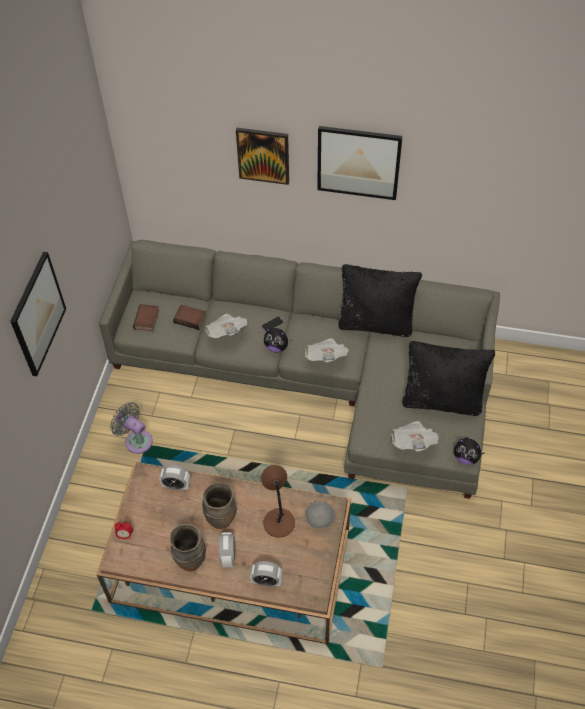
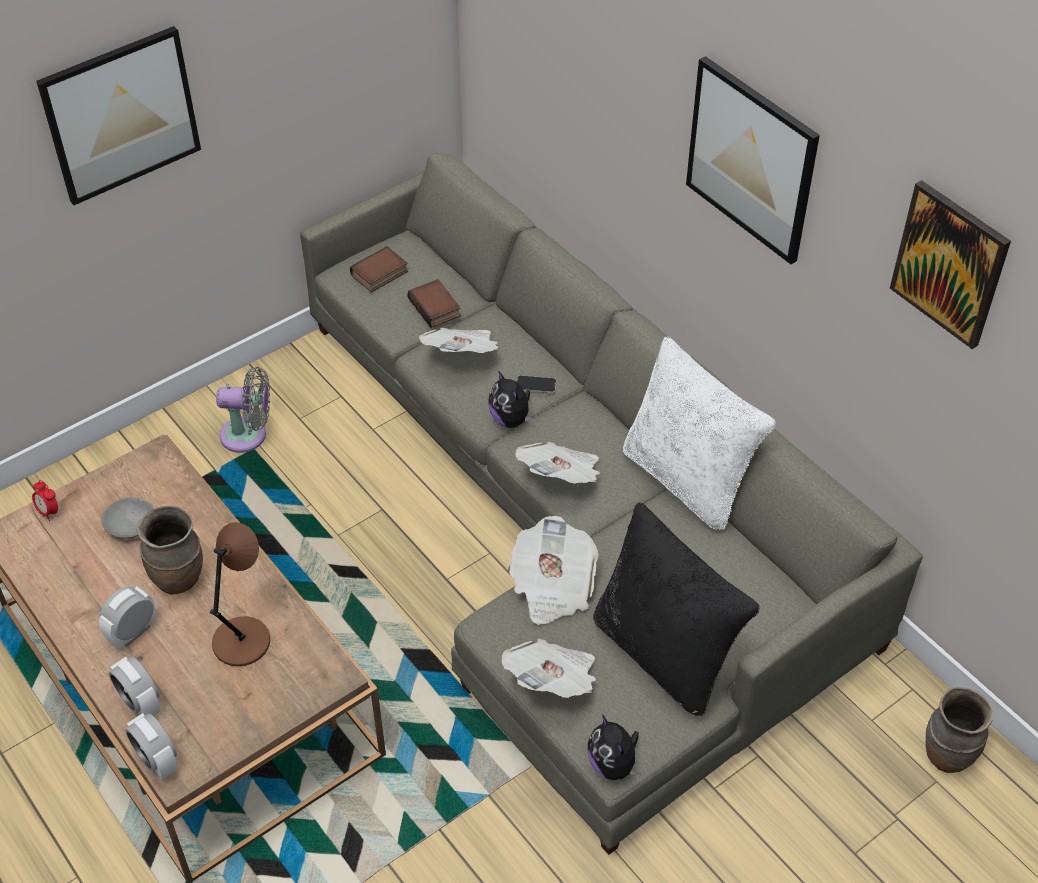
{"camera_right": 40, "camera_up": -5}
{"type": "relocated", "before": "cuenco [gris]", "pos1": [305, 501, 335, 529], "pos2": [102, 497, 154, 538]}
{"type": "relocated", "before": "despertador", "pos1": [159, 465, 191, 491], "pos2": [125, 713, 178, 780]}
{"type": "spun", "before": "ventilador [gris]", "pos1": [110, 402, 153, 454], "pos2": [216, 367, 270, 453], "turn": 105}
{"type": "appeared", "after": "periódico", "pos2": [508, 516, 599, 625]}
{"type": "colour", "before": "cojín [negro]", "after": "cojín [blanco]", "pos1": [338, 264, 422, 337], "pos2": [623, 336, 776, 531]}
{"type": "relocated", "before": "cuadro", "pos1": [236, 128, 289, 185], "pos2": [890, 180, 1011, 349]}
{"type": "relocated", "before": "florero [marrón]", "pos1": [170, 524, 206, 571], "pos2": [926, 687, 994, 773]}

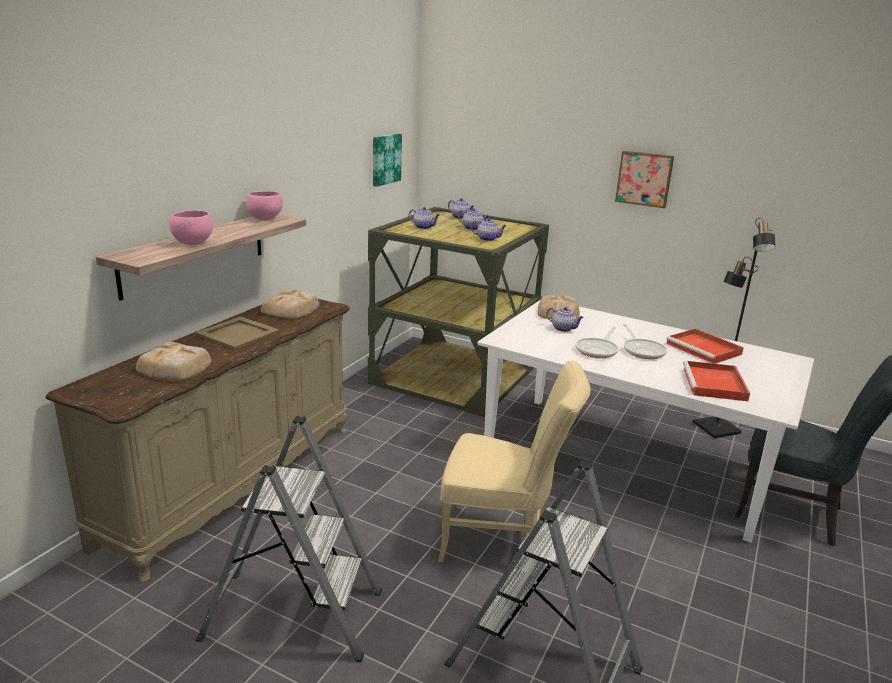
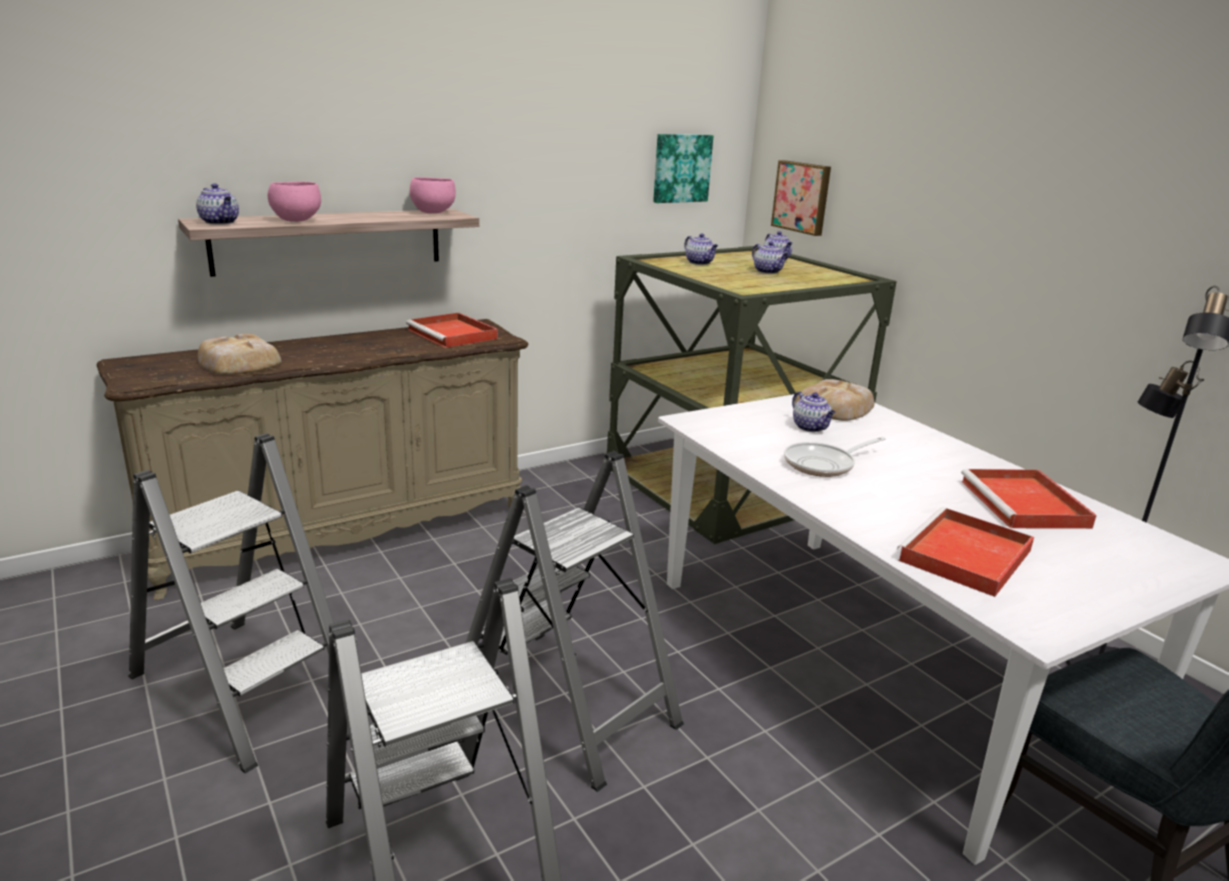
{"camera_right": 30, "camera_up": 0}
{"type": "relocated", "before": "tetera", "pos1": [471, 218, 507, 241], "pos2": [196, 183, 239, 225]}
{"type": "exchanged", "before": "pan", "after": "bandeja [rojo]", "pos1": [261, 290, 319, 319], "pos2": [406, 313, 498, 348]}
{"type": "exchanged", "before": "silla [beis]", "after": "escalera de tijera [gris]", "pos1": [438, 360, 591, 563], "pos2": [466, 451, 684, 792]}
{"type": "relocated", "before": "cuadro", "pos1": [615, 151, 674, 208], "pos2": [771, 160, 831, 236]}
{"type": "missing", "before": "bandeja [beis]", "pos1": [195, 316, 280, 350]}
{"type": "missing", "before": "sartén", "pos1": [623, 324, 667, 359]}

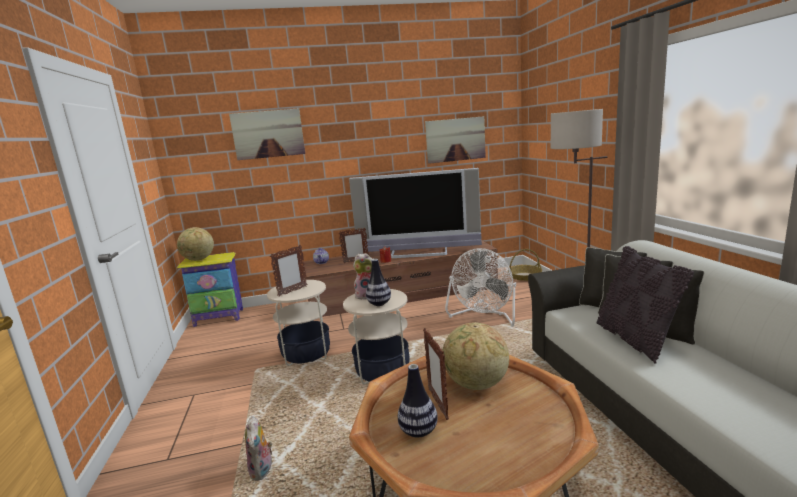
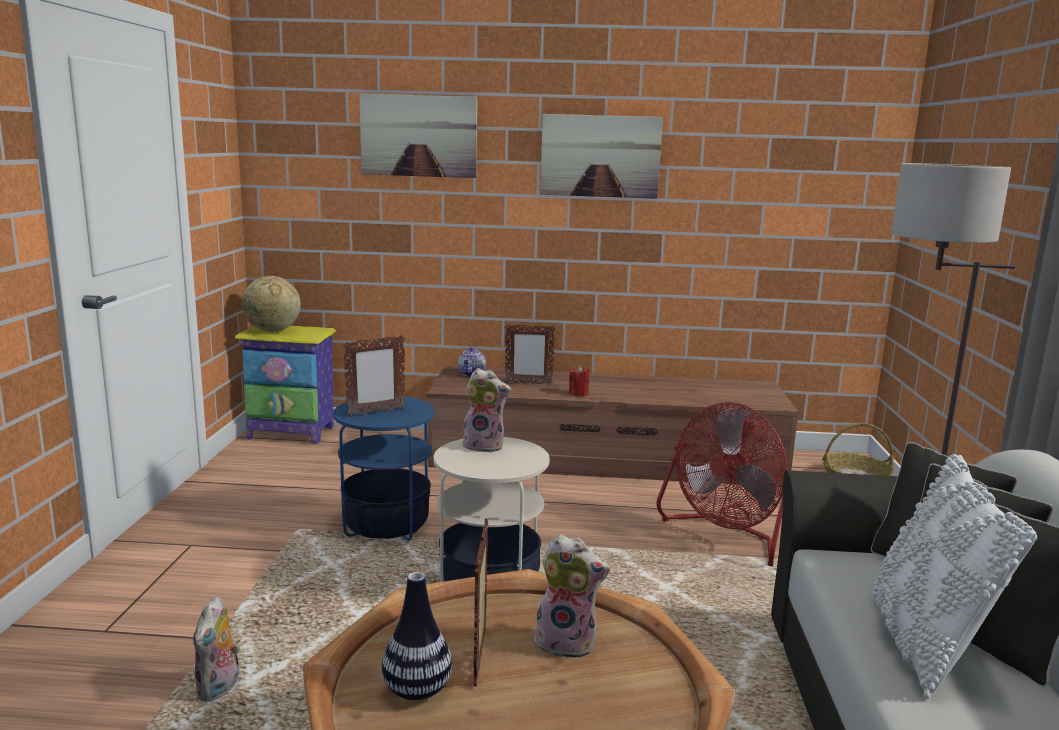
{"camera_right": 15, "camera_up": 0}
{"type": "colour", "before": "mesa auxiliar [beis]", "after": "mesa auxiliar [azul]", "pos1": [267, 280, 330, 366], "pos2": [333, 396, 435, 541]}
{"type": "exchanged", "before": "globo terráqueo", "after": "peluche", "pos1": [443, 322, 509, 390], "pos2": [534, 534, 610, 659]}
{"type": "relocated", "before": "cuadro", "pos1": [425, 116, 486, 164], "pos2": [540, 114, 663, 199]}
{"type": "colour", "before": "ventilador [blanco]", "after": "ventilador [rojo]", "pos1": [445, 248, 516, 327], "pos2": [657, 402, 787, 567]}
{"type": "colour", "before": "cojín [negro]", "after": "cojín [blanco]", "pos1": [597, 246, 694, 364], "pos2": [872, 454, 1037, 699]}
{"type": "missing", "before": "televisor", "pos1": [349, 168, 482, 258]}
{"type": "missing", "before": "florero", "pos1": [366, 259, 391, 306]}

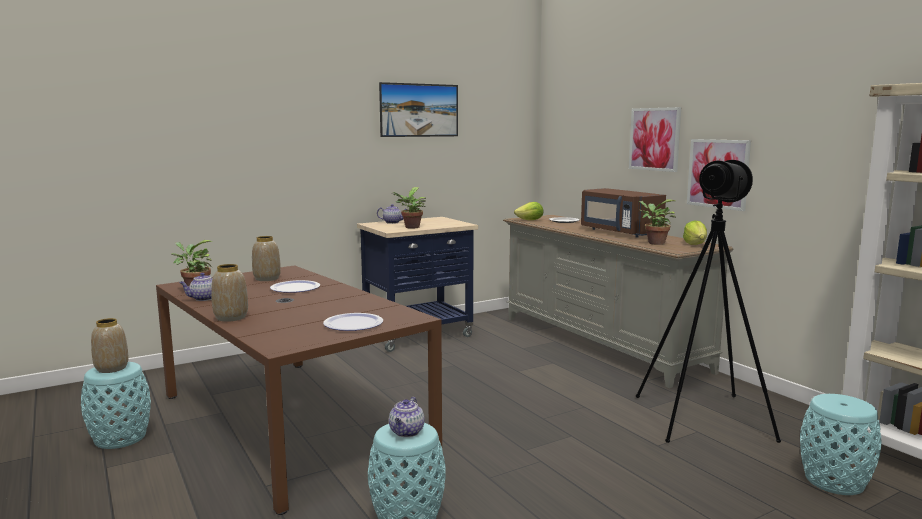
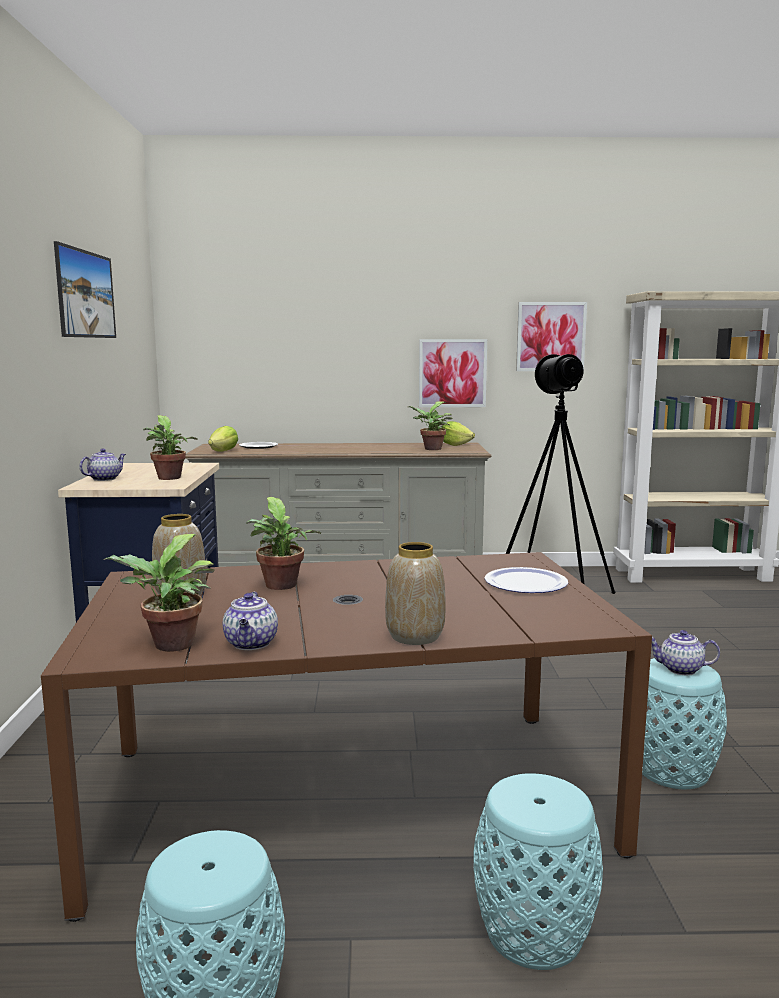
{"camera_right": -60, "camera_up": 0}
{"type": "exchanged", "before": "plato", "after": "planta en maceta", "pos1": [270, 280, 320, 293], "pos2": [246, 497, 321, 590]}
{"type": "relocated", "before": "taburete [turquesa]", "pos1": [800, 394, 881, 495], "pos2": [473, 773, 603, 970]}
{"type": "relocated", "before": "cuadro", "pos1": [629, 107, 681, 172], "pos2": [516, 302, 587, 371]}
{"type": "spun", "before": "tetera", "pos1": [389, 397, 425, 437], "pos2": [652, 630, 720, 675], "turn": 150}
{"type": "missing", "before": "florero", "pos1": [91, 318, 128, 373]}
{"type": "missing", "before": "microondas [marrón]", "pos1": [581, 188, 666, 238]}

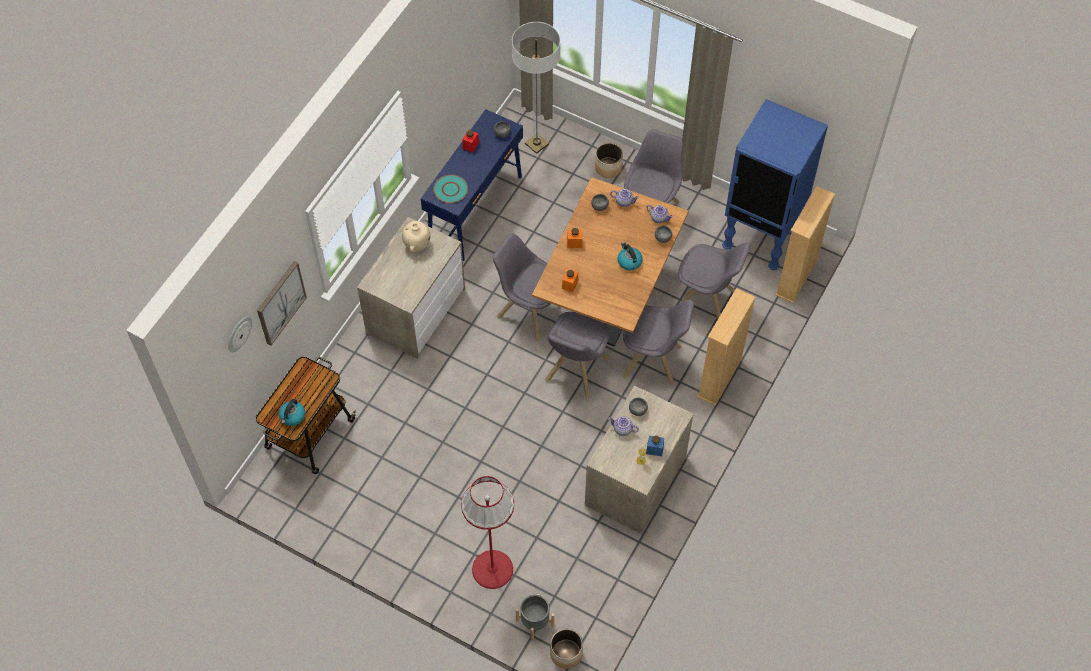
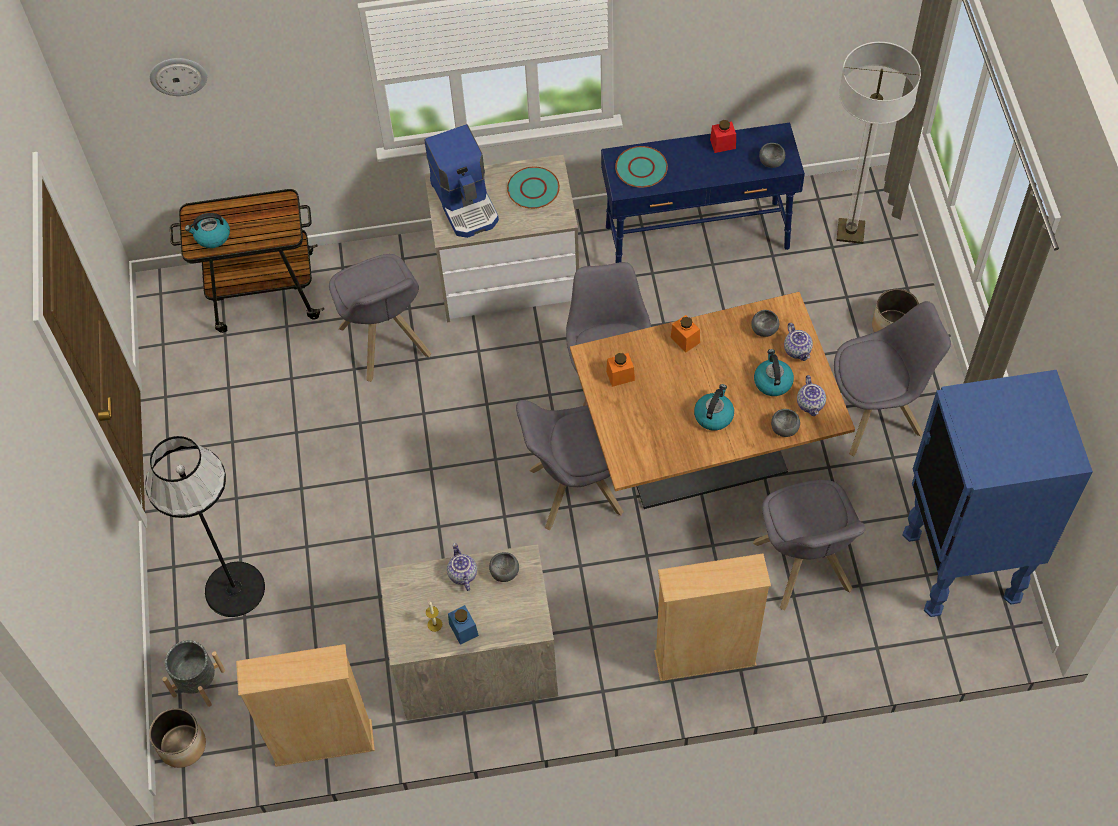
{"camera_right": 55, "camera_up": 0}
{"type": "colour", "before": "lámpara de pie [rojo]", "after": "lámpara de pie [negro]", "pos1": [461, 476, 514, 589], "pos2": [145, 436, 265, 617]}
{"type": "relocated", "before": "estantería [beis]", "pos1": [775, 186, 835, 303], "pos2": [236, 644, 375, 767]}
{"type": "relocated", "before": "silla [gris]", "pos1": [623, 300, 694, 386], "pos2": [329, 254, 432, 382]}
{"type": "appeared", "after": "cafetera", "pos2": [424, 125, 499, 238]}
{"type": "exchanged", "before": "florero [beis]", "after": "plato [turquesa]", "pos1": [402, 221, 430, 252], "pos2": [507, 167, 560, 209]}
{"type": "appeared", "after": "hervidor", "pos2": [754, 349, 794, 396]}
{"type": "missing", "before": "cuadro", "pos1": [257, 261, 307, 346]}

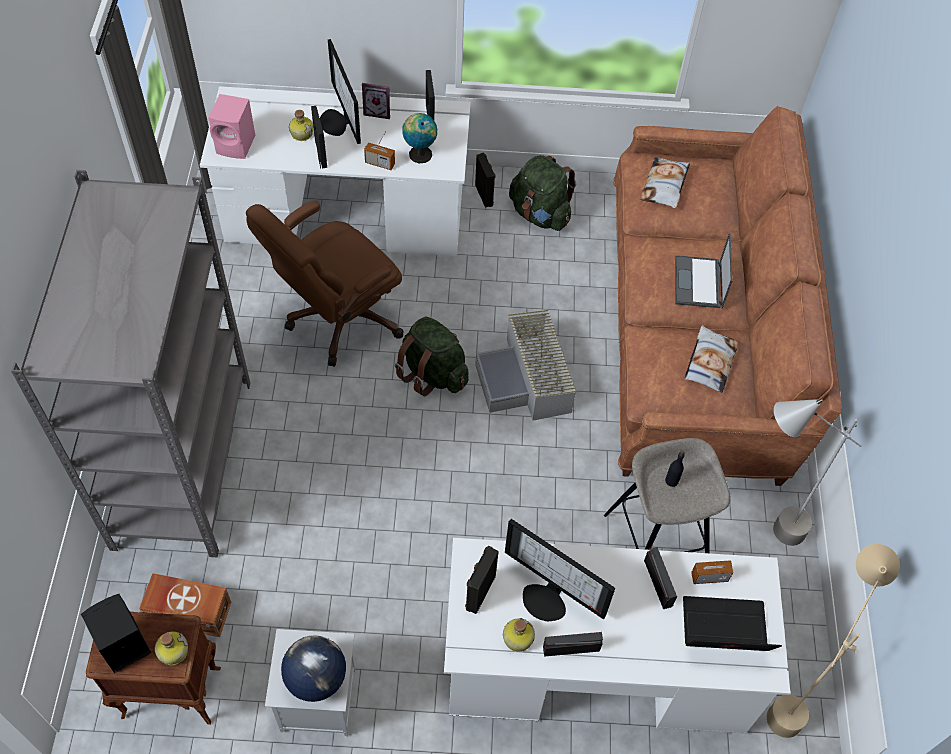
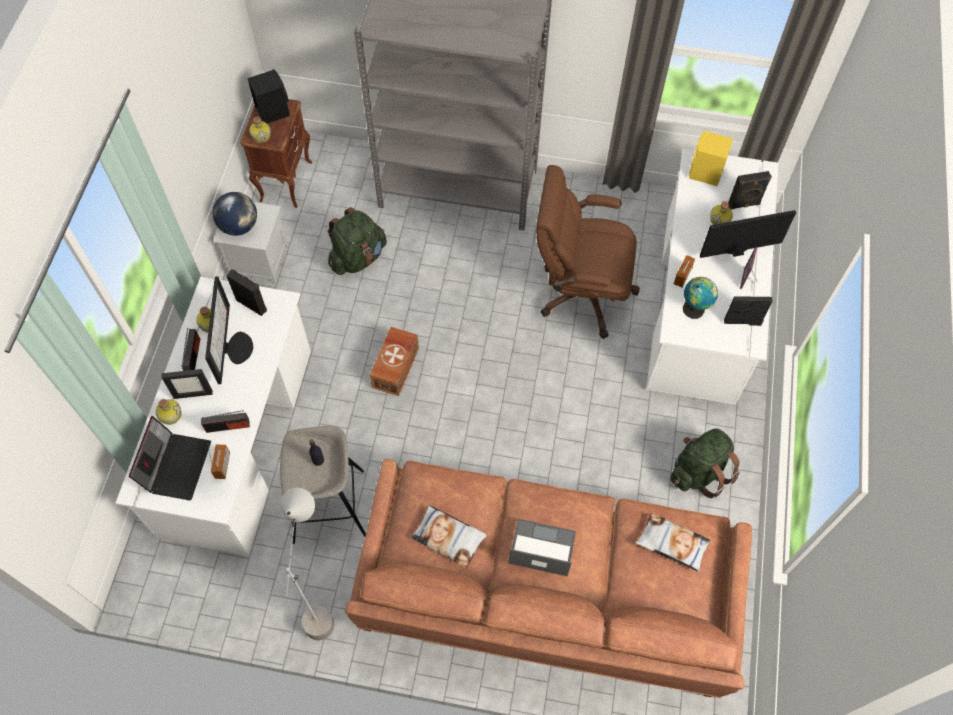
{"camera_right": 100, "camera_up": 5}
{"type": "appeared", "after": "botella", "pos2": [156, 399, 182, 425]}
{"type": "relocated", "before": "portarretratos", "pos1": [311, 106, 327, 169], "pos2": [162, 369, 213, 399]}
{"type": "spun", "before": "monitor", "pos1": [505, 519, 615, 621], "pos2": [205, 276, 253, 384], "turn": 135}
{"type": "relocated", "before": "mochila [verde]", "pos1": [395, 317, 469, 396], "pos2": [328, 207, 387, 275]}
{"type": "relocated", "before": "caja de almacenaje [marrón]", "pos1": [139, 573, 231, 637], "pos2": [370, 327, 419, 396]}
{"type": "spun", "before": "silla de oficina [marrón]", "pos1": [246, 201, 403, 367], "pos2": [536, 165, 640, 339], "turn": -45}
{"type": "colour", "before": "altavoz [rosa]", "after": "altavoz [amarillo]", "pos1": [208, 94, 255, 159], "pos2": [689, 131, 733, 186]}
{"type": "relocated", "before": "altavoz [negro]", "pos1": [475, 153, 496, 208], "pos2": [728, 171, 772, 209]}
{"type": "missing", "before": "caja de almacenaje [gris]", "pos1": [475, 310, 576, 421]}
{"type": "missing", "before": "lámpara de pie [beis]", "pos1": [767, 544, 900, 738]}

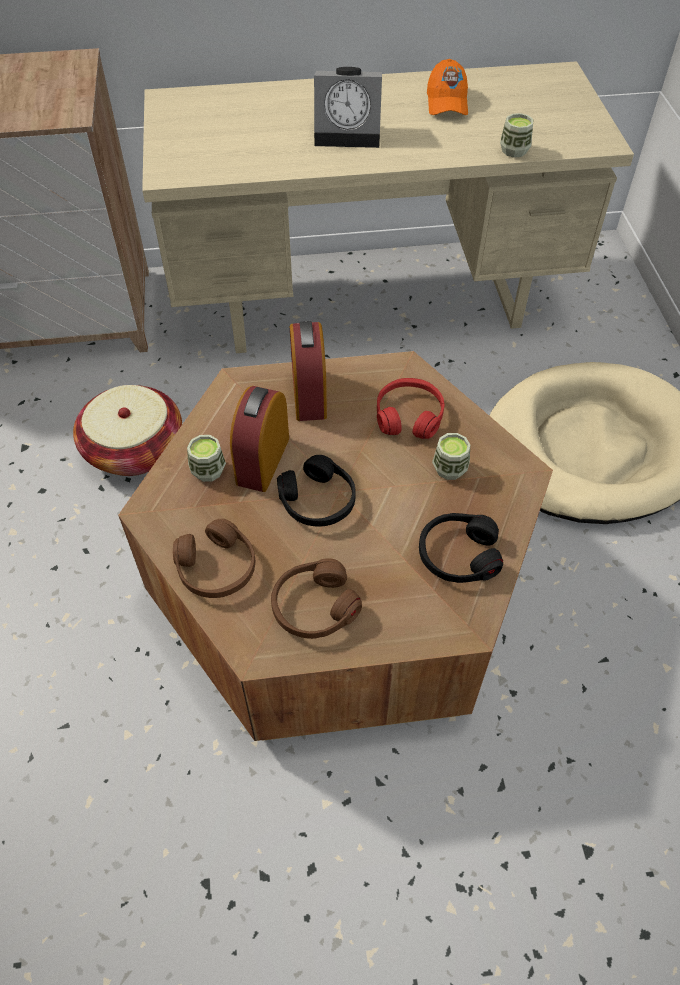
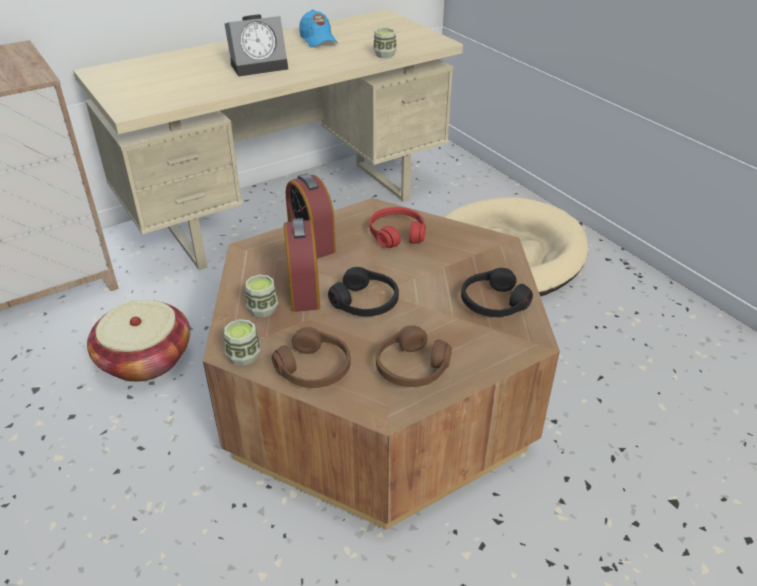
{"camera_right": -25, "camera_up": -15}
{"type": "relocated", "before": "taza", "pos1": [432, 433, 470, 480], "pos2": [224, 319, 260, 366]}
{"type": "colour", "before": "gorra [naranja]", "after": "gorra [azul]", "pos1": [427, 59, 468, 115], "pos2": [299, 9, 338, 47]}

